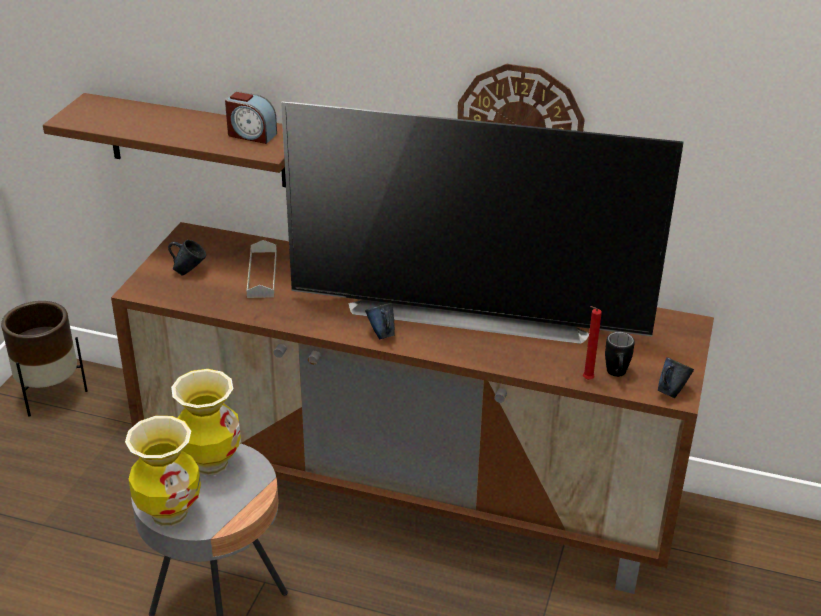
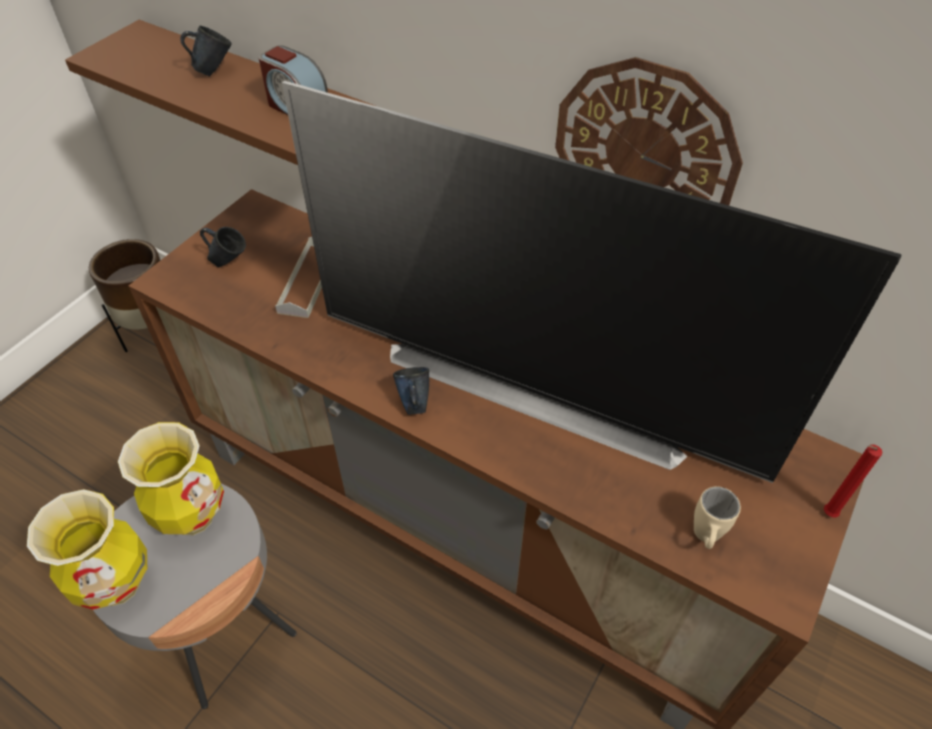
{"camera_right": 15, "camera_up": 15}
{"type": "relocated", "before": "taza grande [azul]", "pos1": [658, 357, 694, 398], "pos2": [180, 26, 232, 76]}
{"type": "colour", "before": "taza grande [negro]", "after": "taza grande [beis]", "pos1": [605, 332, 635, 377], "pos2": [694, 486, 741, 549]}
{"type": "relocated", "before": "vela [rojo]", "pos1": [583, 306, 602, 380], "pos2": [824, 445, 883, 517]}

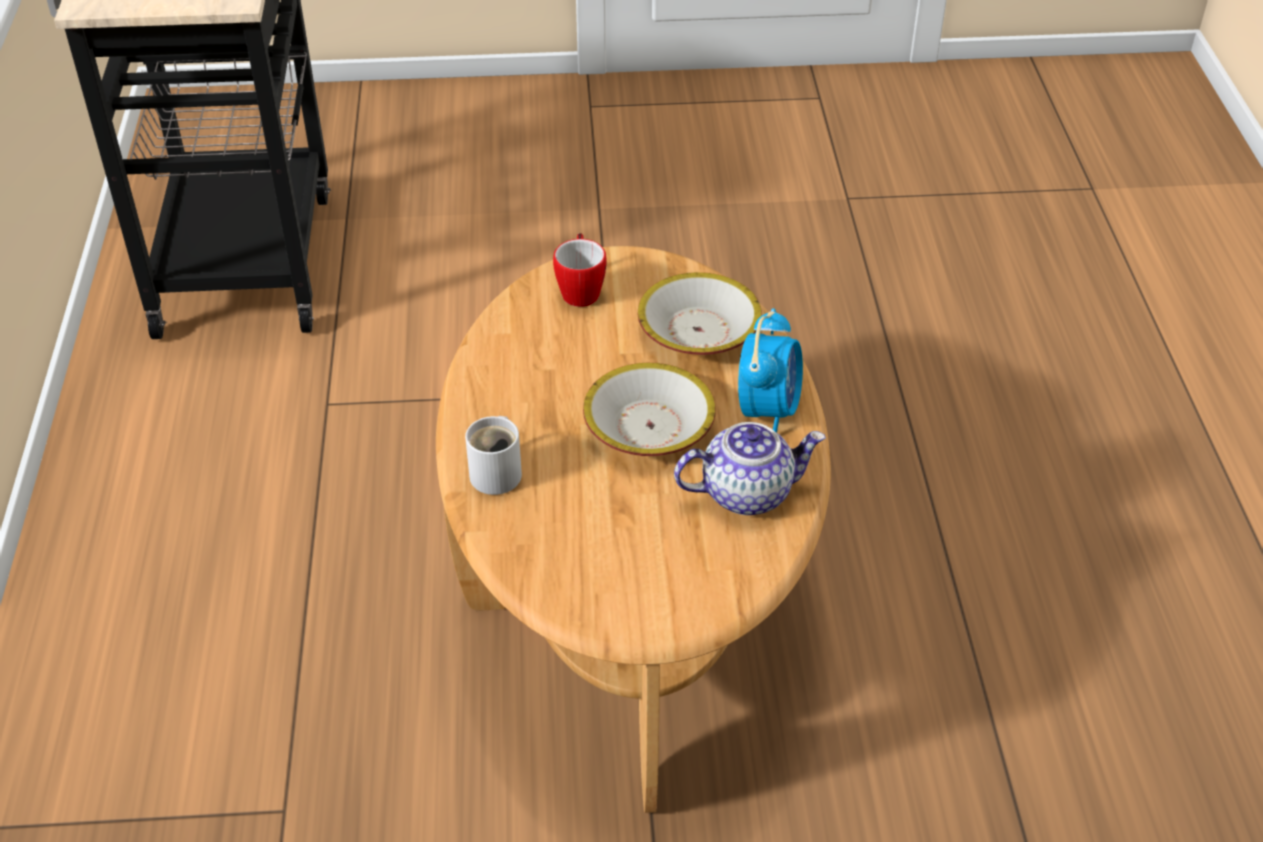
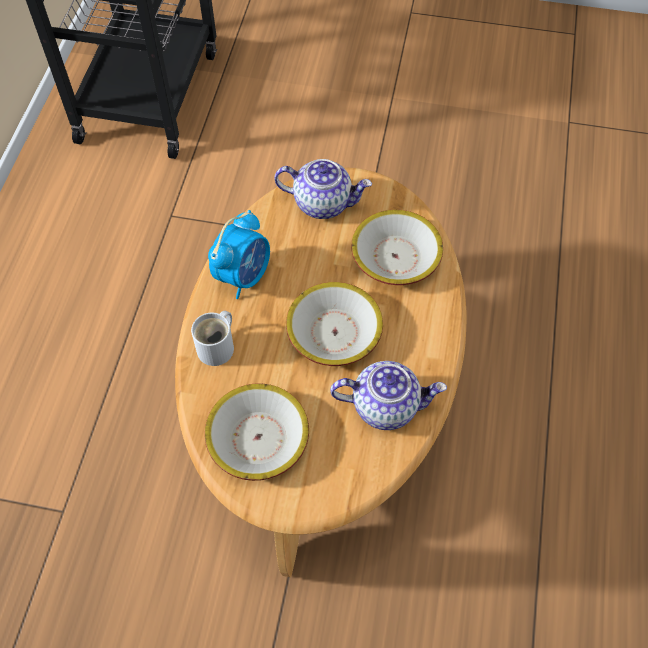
{"camera_right": 15, "camera_up": 15}
{"type": "appeared", "after": "cuenco", "pos2": [205, 383, 309, 481]}
{"type": "relocated", "before": "despertador", "pos1": [738, 308, 803, 432], "pos2": [208, 210, 270, 299]}
{"type": "exchanged", "before": "taza grande", "after": "tetera", "pos1": [553, 233, 607, 307], "pos2": [274, 159, 372, 219]}

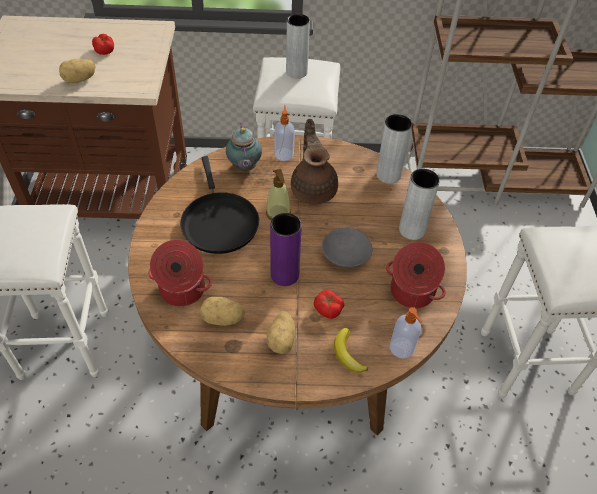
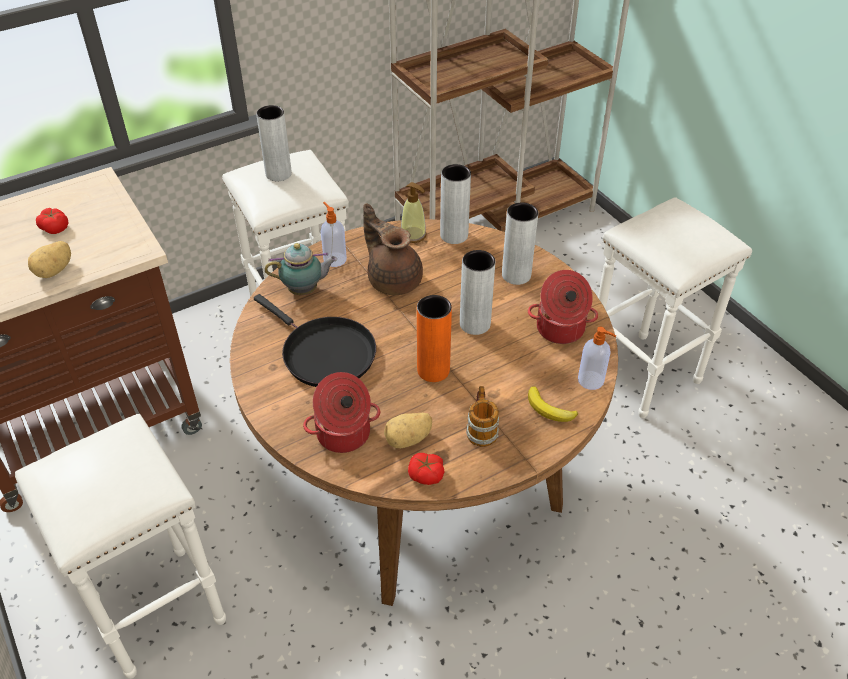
{"camera_right": -30, "camera_up": -5}
{"type": "spun", "before": "tetera", "pos1": [226, 123, 262, 171], "pos2": [265, 243, 337, 295], "turn": -60}
{"type": "relocated", "before": "dispensador de jabón", "pos1": [266, 169, 291, 220], "pos2": [401, 182, 426, 243]}
{"type": "relocated", "before": "tomate", "pos1": [314, 290, 344, 319], "pos2": [408, 453, 445, 485]}
{"type": "colour", "before": "florero [morado]", "after": "florero [naranja]", "pos1": [270, 213, 302, 286], "pos2": [417, 295, 452, 382]}
{"type": "exchanged", "before": "cuenco [gris]", "after": "florero [gris]", "pos1": [322, 228, 372, 267], "pos2": [460, 250, 495, 335]}
{"type": "exchanged", "before": "patata", "after": "taza grande", "pos1": [267, 311, 296, 354], "pos2": [466, 386, 499, 447]}

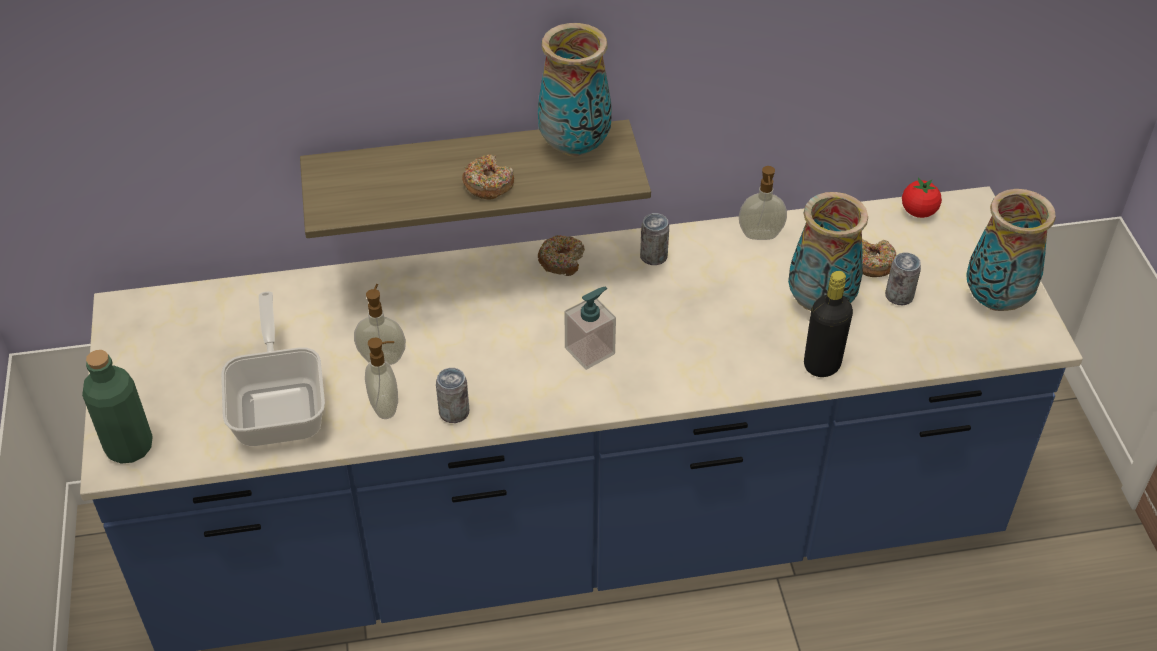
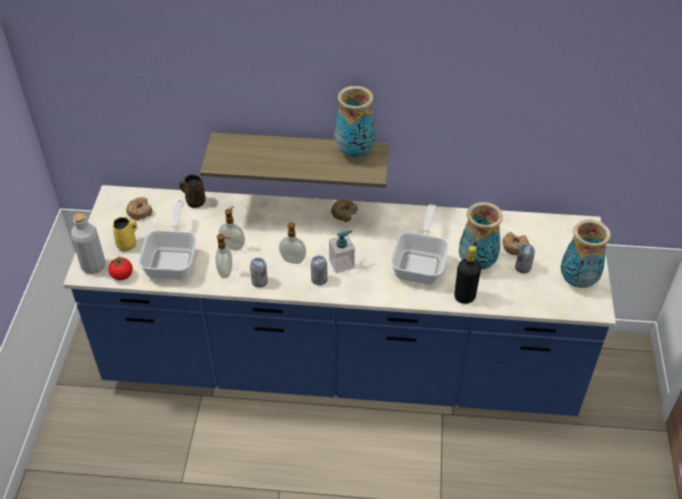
{"camera_right": 15, "camera_up": 0}
{"type": "colour", "before": "botella [verde]", "after": "botella [gris]", "pos1": [82, 350, 153, 464], "pos2": [71, 213, 106, 274]}
{"type": "relocated", "before": "tomate", "pos1": [902, 178, 942, 218], "pos2": [108, 256, 133, 280]}
{"type": "appeared", "after": "taza grande [amarillo]", "pos2": [113, 217, 137, 251]}
{"type": "relocated", "before": "rosquilla", "pos1": [462, 155, 514, 199], "pos2": [126, 197, 153, 220]}
{"type": "appeared", "after": "taza grande [marrón]", "pos2": [179, 175, 206, 208]}
{"type": "relocated", "before": "dispensador de jabón", "pos1": [739, 166, 787, 240], "pos2": [279, 222, 306, 264]}
{"type": "relocated", "before": "lata", "pos1": [640, 213, 669, 265], "pos2": [311, 255, 328, 285]}
{"type": "appeared", "after": "sartén", "pos2": [391, 204, 449, 285]}

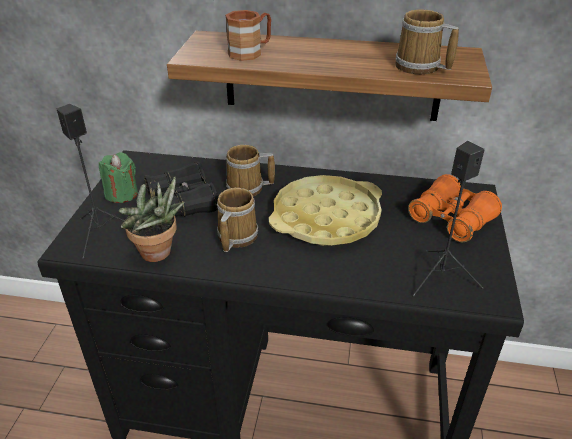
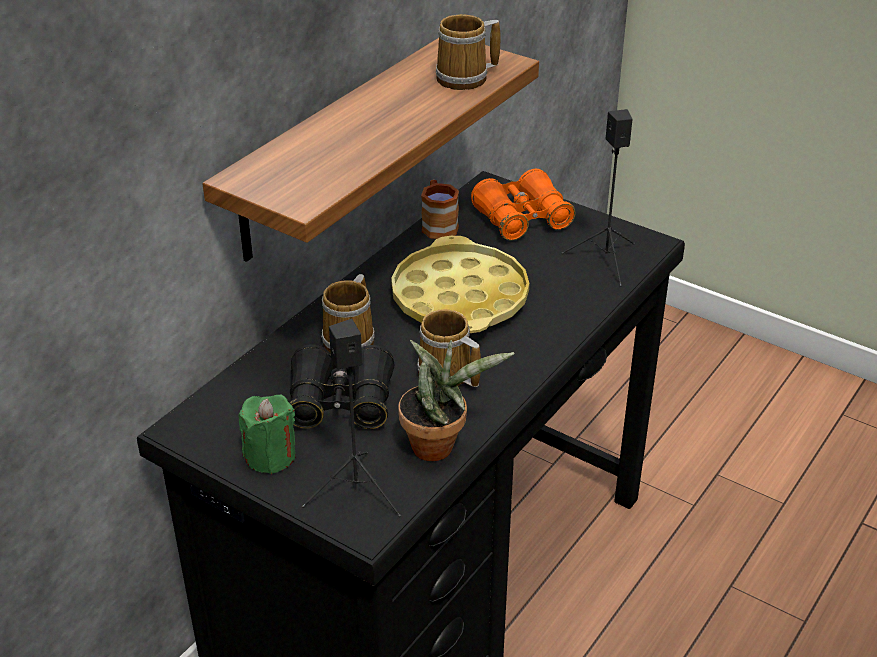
{"camera_right": -65, "camera_up": 0}
{"type": "relocated", "before": "taza grande [marrón]", "pos1": [225, 10, 271, 61], "pos2": [421, 180, 459, 239]}

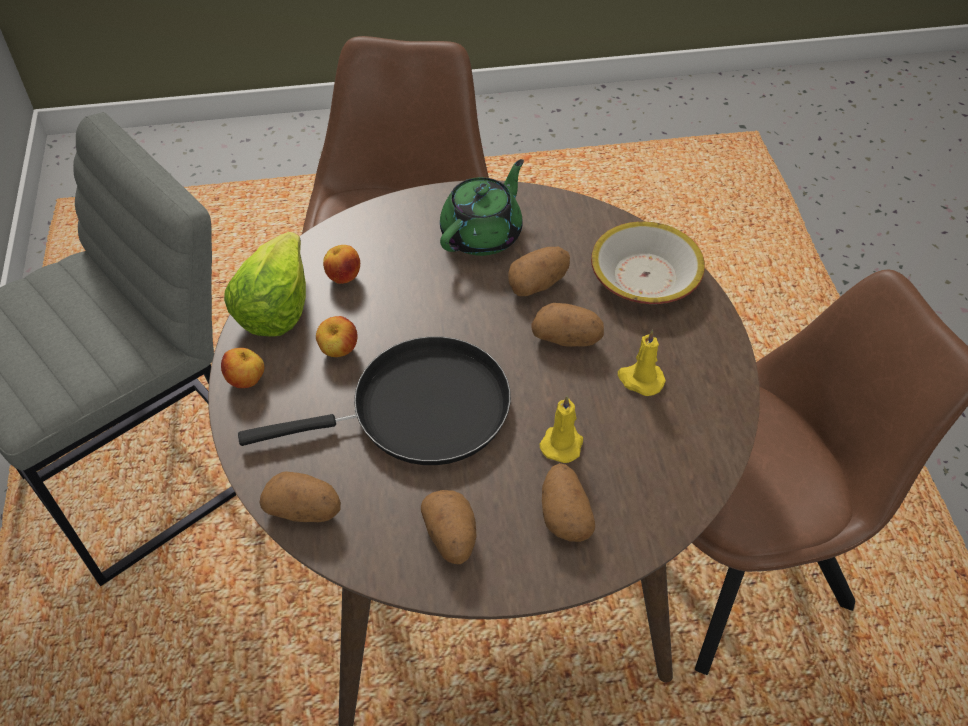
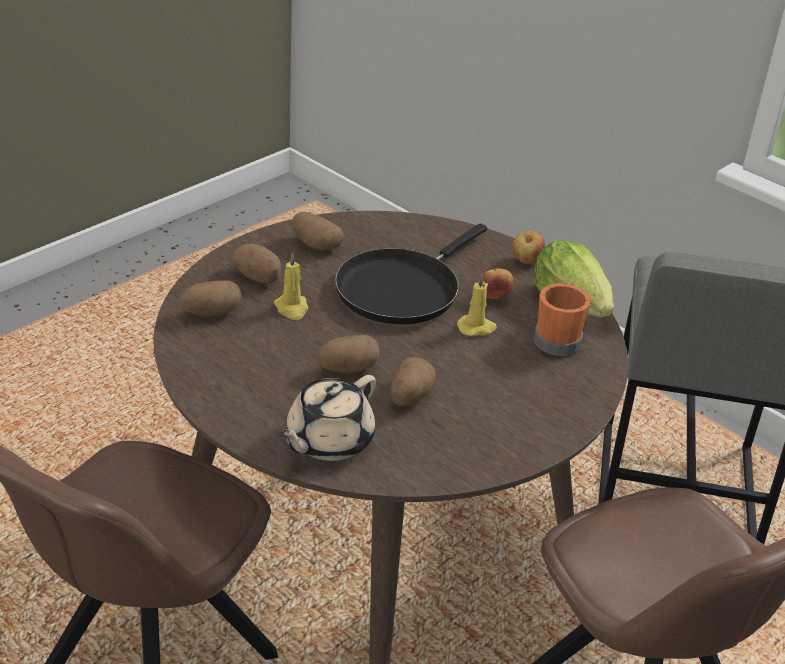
{"camera_right": 140, "camera_up": -15}
{"type": "relocated", "before": "patata", "pos1": [259, 472, 341, 522], "pos2": [180, 281, 242, 317]}
{"type": "exchanged", "before": "cuenco", "after": "tetera [beis]", "pos1": [591, 221, 705, 304], "pos2": [279, 375, 376, 461]}
{"type": "relocated", "before": "vela [amarillo]", "pos1": [618, 330, 666, 396], "pos2": [457, 273, 497, 336]}
{"type": "exchanged", "before": "manzana", "after": "taza grande [naranja]", "pos1": [323, 245, 360, 284], "pos2": [534, 284, 591, 356]}
{"type": "missing", "before": "tetera [verde]", "pos1": [440, 159, 524, 256]}

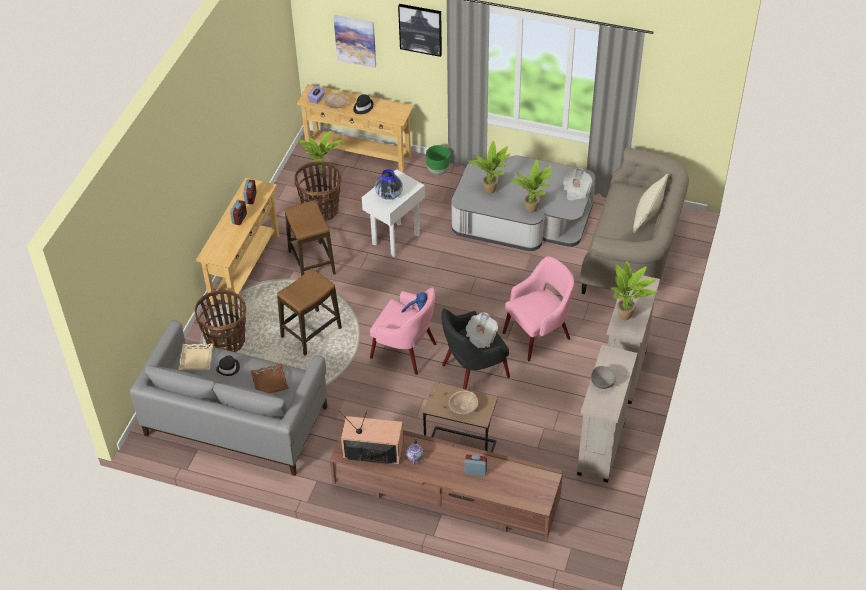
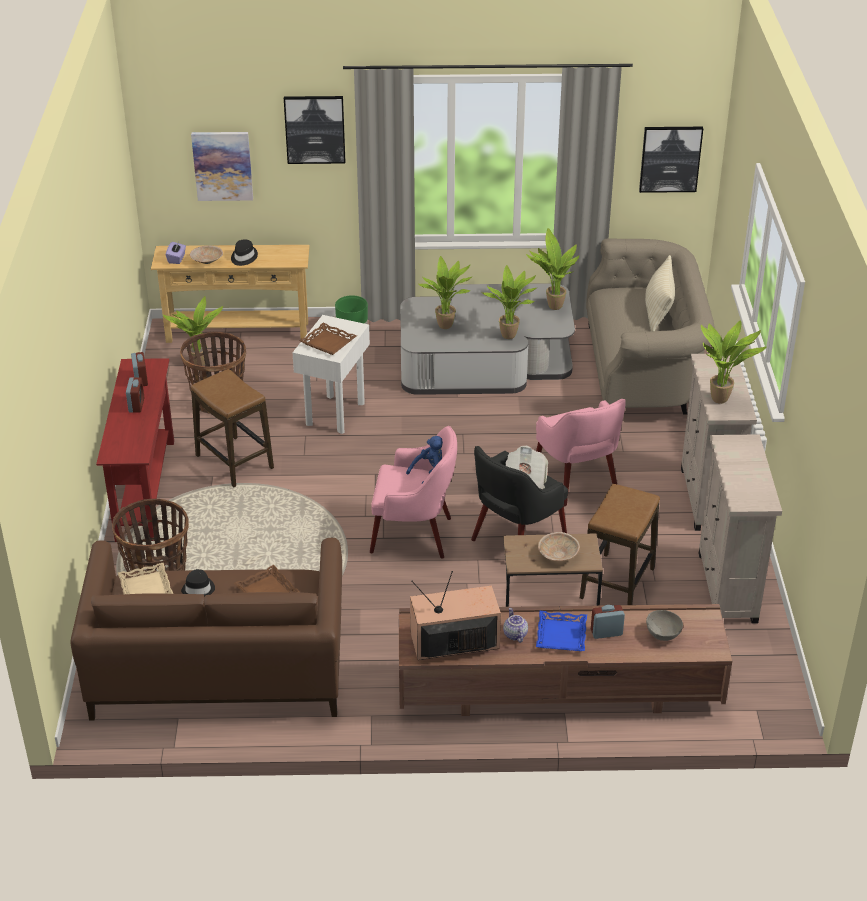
{"camera_right": -20, "camera_up": -10}
{"type": "colour", "before": "sofá [gris]", "after": "sofá [marrón]", "pos1": [130, 320, 327, 476], "pos2": [71, 538, 342, 720]}
{"type": "colour", "before": "mesa consola [beis]", "after": "mesa consola [rojo]", "pos1": [196, 178, 279, 313], "pos2": [96, 358, 174, 542]}
{"type": "exchanged", "before": "florero", "after": "bandeja [marrón]", "pos1": [375, 169, 403, 200], "pos2": [299, 323, 357, 355]}
{"type": "exchanged", "before": "periódico", "after": "planta en maceta", "pos1": [563, 168, 592, 200], "pos2": [526, 228, 579, 310]}
{"type": "spun", "before": "sillón [rosa]", "pos1": [503, 256, 574, 362], "pos2": [536, 399, 626, 507], "turn": 120}
{"type": "appeared", "after": "bandeja [azul]", "pos2": [536, 611, 587, 651]}
{"type": "relocated", "before": "taburete", "pos1": [277, 268, 342, 356], "pos2": [580, 484, 660, 605]}
{"type": "appeared", "after": "cuadro", "pos2": [639, 127, 703, 193]}
{"type": "relocated", "before": "cuenco [gris]", "pos1": [591, 366, 616, 389], "pos2": [646, 610, 683, 641]}

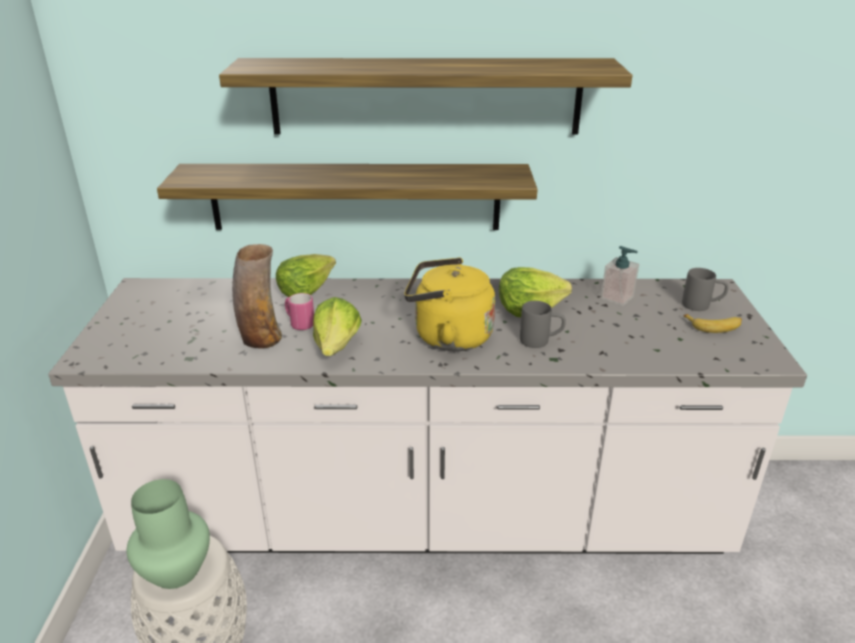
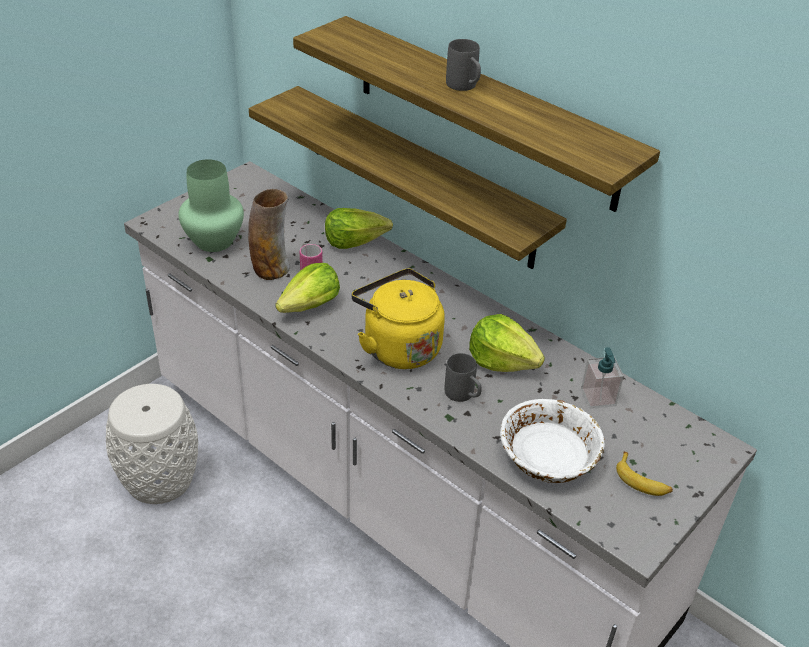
{"camera_right": 40, "camera_up": 10}
{"type": "relocated", "before": "florero [verde]", "pos1": [127, 479, 210, 589], "pos2": [178, 159, 244, 252]}
{"type": "relocated", "before": "taza grande [gris]", "pos1": [682, 268, 729, 311], "pos2": [446, 39, 481, 91]}
{"type": "appeared", "after": "cuenco [blanco]", "pos2": [500, 399, 605, 483]}

